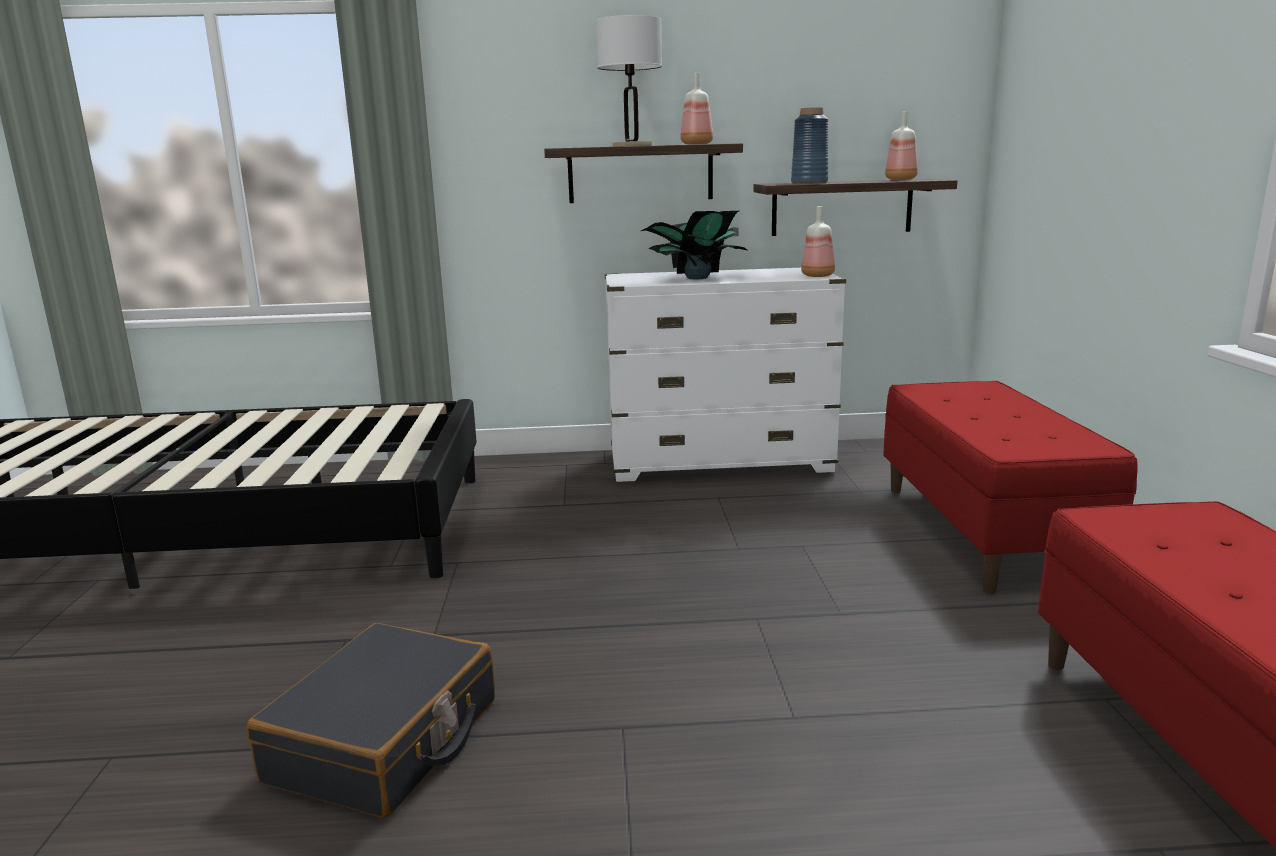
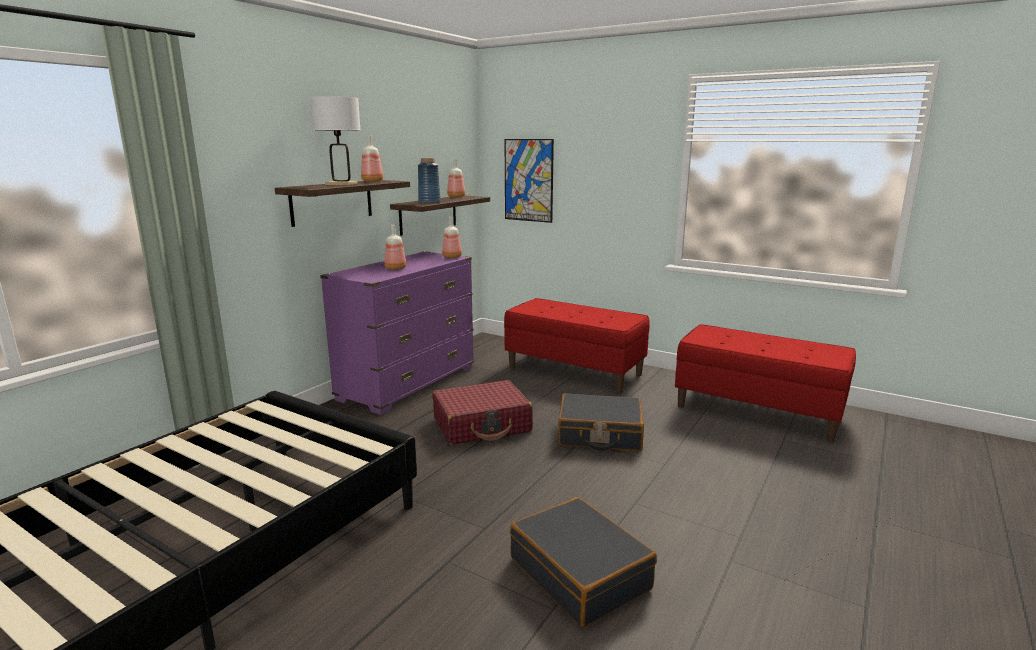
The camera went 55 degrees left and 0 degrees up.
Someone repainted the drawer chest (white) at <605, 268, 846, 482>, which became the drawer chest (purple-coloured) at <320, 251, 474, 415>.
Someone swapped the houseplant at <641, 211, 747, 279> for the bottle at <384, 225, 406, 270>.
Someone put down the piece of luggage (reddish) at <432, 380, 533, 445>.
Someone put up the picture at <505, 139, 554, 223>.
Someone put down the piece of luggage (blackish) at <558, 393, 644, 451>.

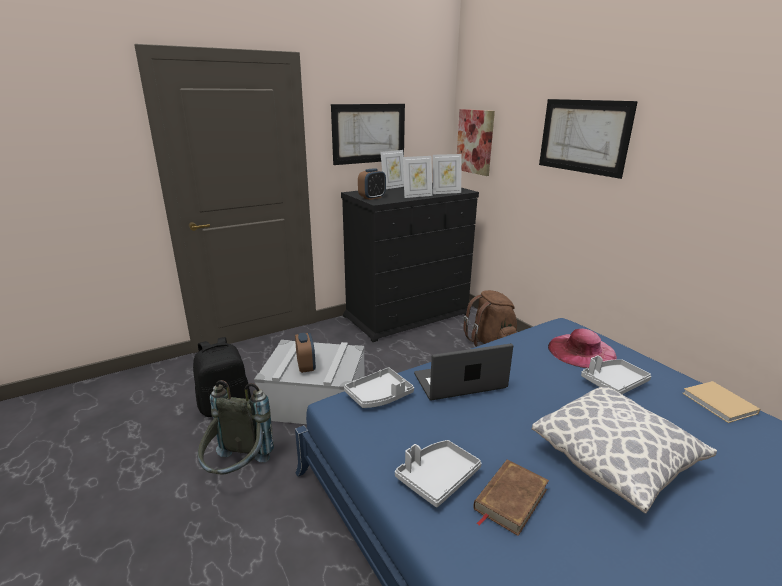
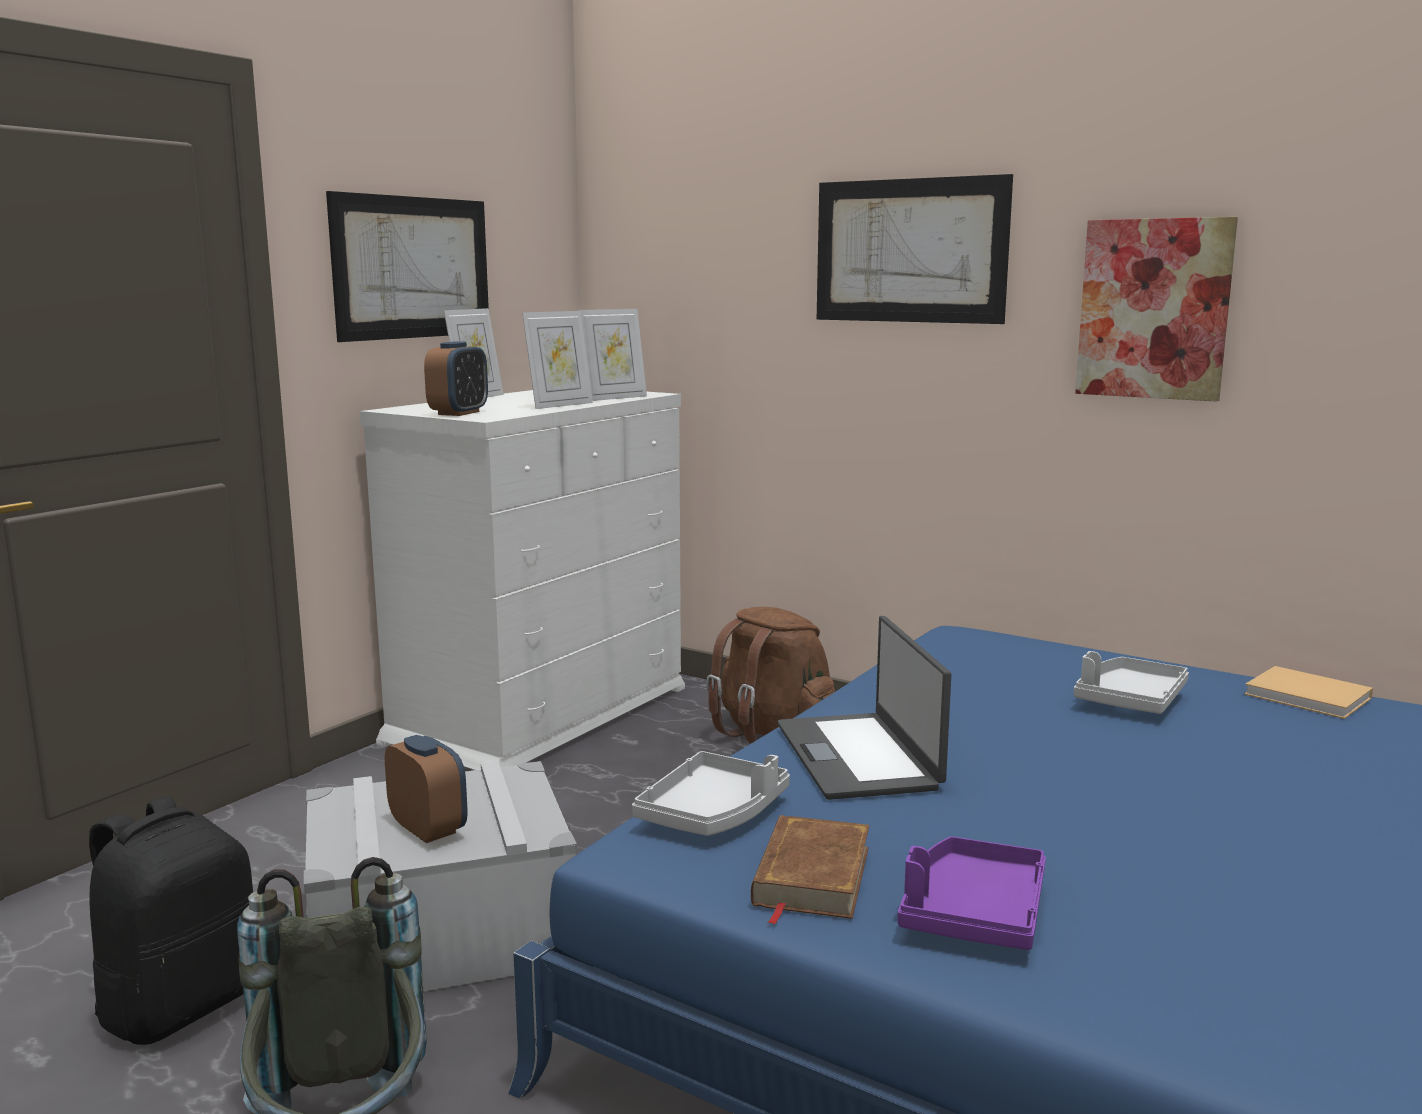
The camera went 25 degrees left and 10 degrees down.
Someone repainted the drawer chest (blackish) at <341, 183, 479, 342>, which became the drawer chest (white) at <360, 390, 685, 770>.
Someone repainted the tray (gray) at <395, 440, 482, 507>, which became the tray (purple-coloured) at <898, 836, 1046, 950>.
Someone rotated the notebook computer at <414, 344, 513, 401> by 60 degrees counterclockwise.
Someone carried the picture from <457, 109, 495, 176> to <1075, 217, 1238, 402>.
Someone carried the bound book (brown) from <473, 459, 549, 536> to <751, 815, 870, 925>.
Someone took away the cushion at <532, 387, 717, 513>.
Someone took away the hat (pink) at <548, 329, 617, 368>.

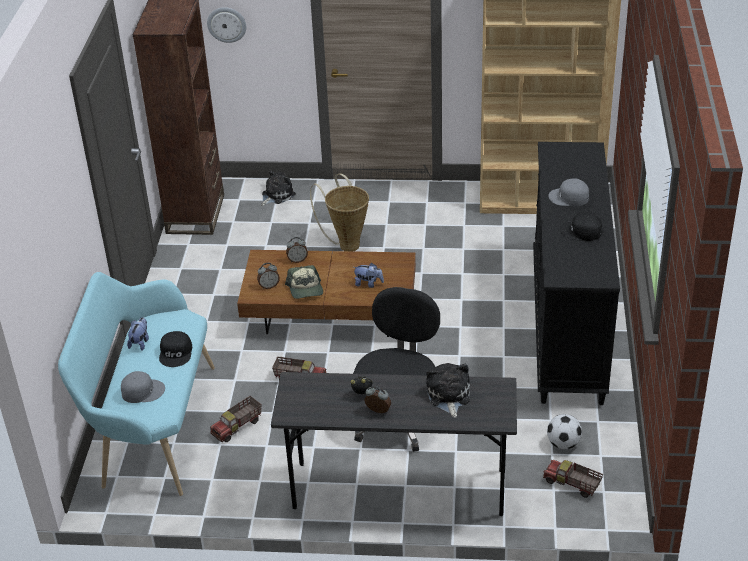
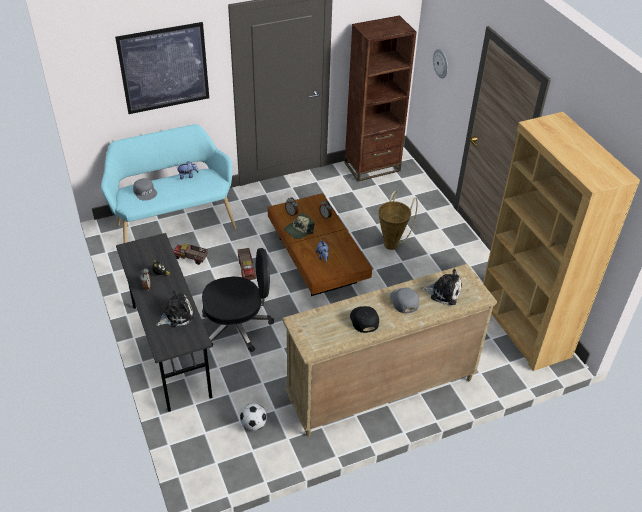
The camera went 60 degrees right and 5 degrees up.
Someone took away the peaked cap (blackish) at <159, 331, 192, 367>.
Someone carried the plush toy from <261, 170, 296, 206> to <421, 269, 462, 305>.
Someone repainted the drawer chest (blackish) at <533, 142, 620, 405>, which became the drawer chest (beige-coloured) at <282, 264, 497, 437>.
Someone took away the model truck at <543, 460, 603, 498>.
Someone put up the picture at <115, 22, 209, 114>.

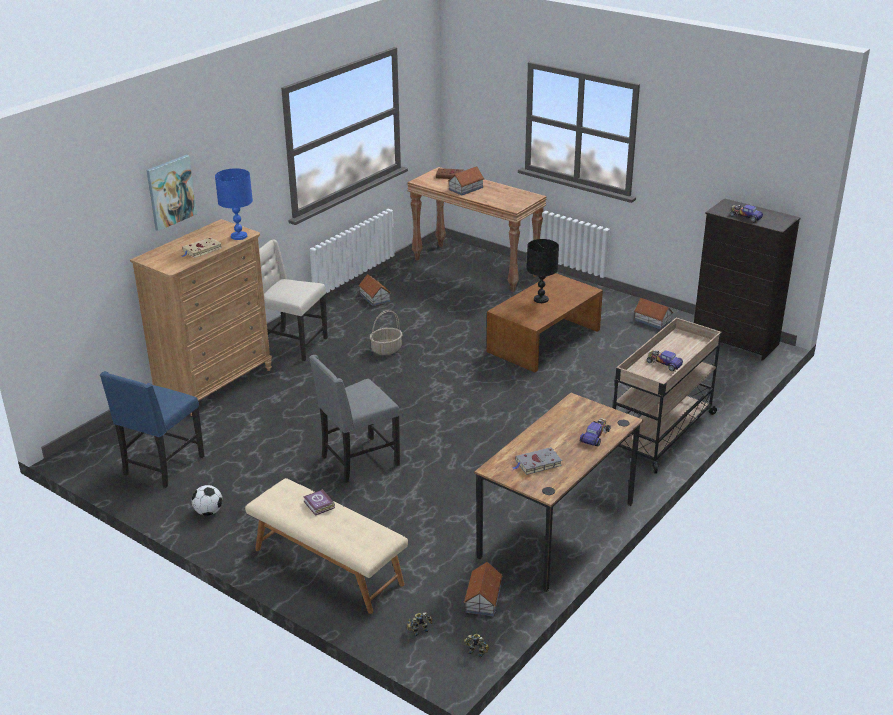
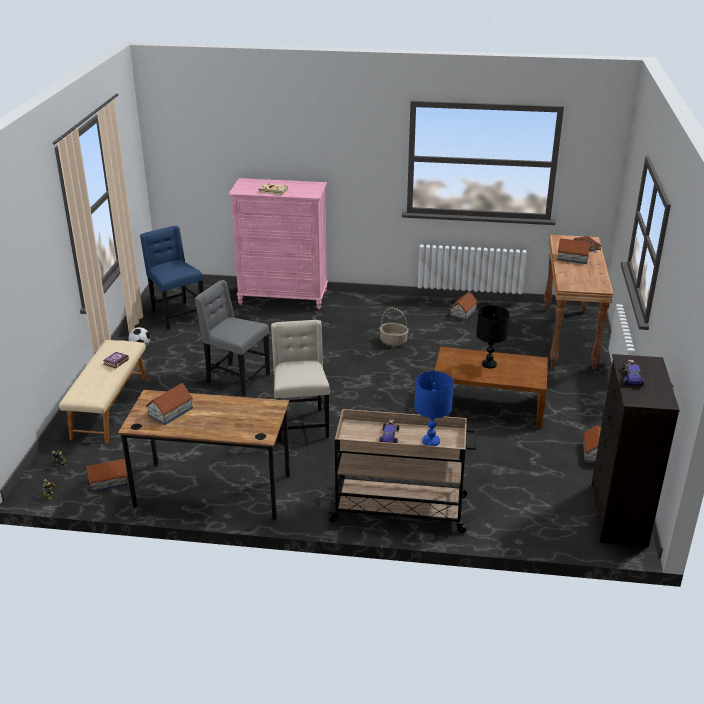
The camera went 60 degrees right and 0 degrees up.
Someone rotated the plain chair (bluish) at <100, 371, 204, 488> by 60 degrees clockwise.
Someone repainted the drawer chest (brown) at <130, 219, 272, 416>, which became the drawer chest (pink) at <229, 178, 328, 310>.
Someone took away the picture at <146, 155, 197, 231>.
Someone carried the tabletop lamp (bluish) from <215, 168, 253, 240> to <414, 371, 454, 446>.
Someone carried the plain chair (beige-coloured) from <259, 239, 328, 361> to <271, 320, 330, 442>.
Someone swapped the bound book (gray) at <513, 447, 562, 475> for the miniature house at <145, 383, 193, 425>.
Someone took away the toy car at <580, 418, 611, 447>.

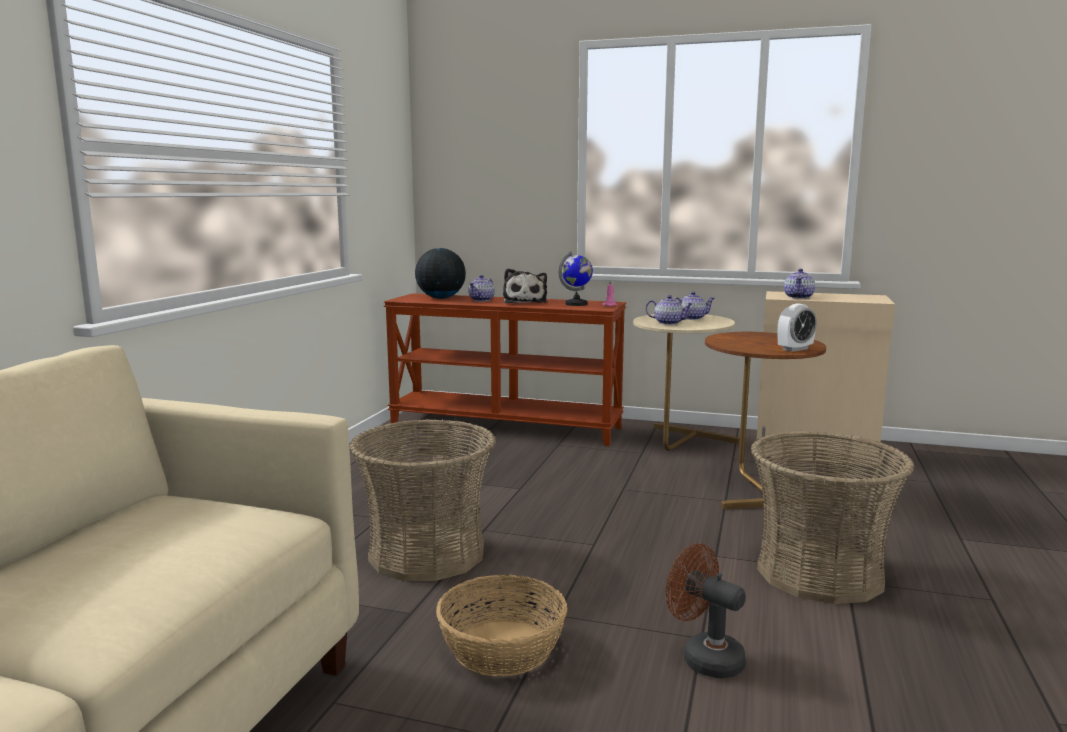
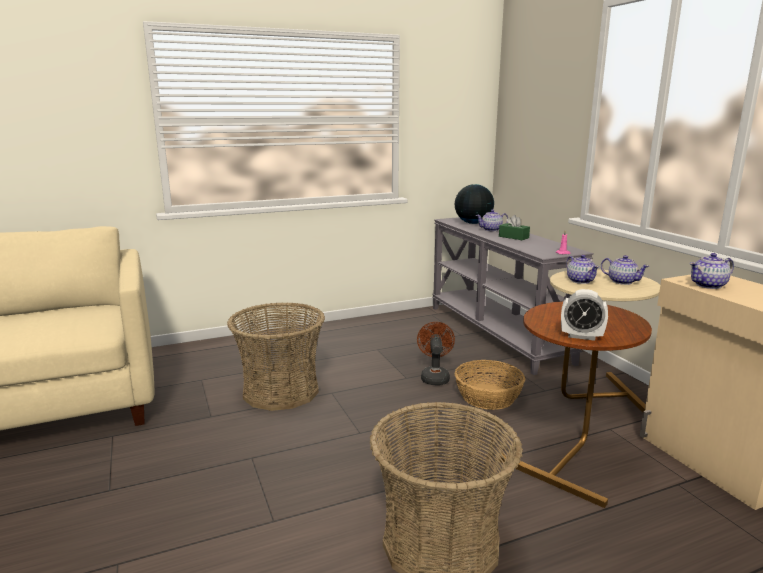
The camera went 50 degrees right and 5 degrees up.
Someone repainted the narrow table (brown) at <384, 293, 626, 446>, which became the narrow table (gray) at <432, 217, 594, 375>.
Someone carried the basket from <436, 575, 567, 677> to <455, 360, 525, 410>.
Someone swapped the plush toy at <503, 268, 547, 303> for the tissue holder (greenish) at <499, 215, 530, 240>.
Someone took away the globe at <558, 251, 593, 306>.
Someone carried the electric fan (brown) from <666, 543, 746, 678> to <417, 322, 455, 385>.

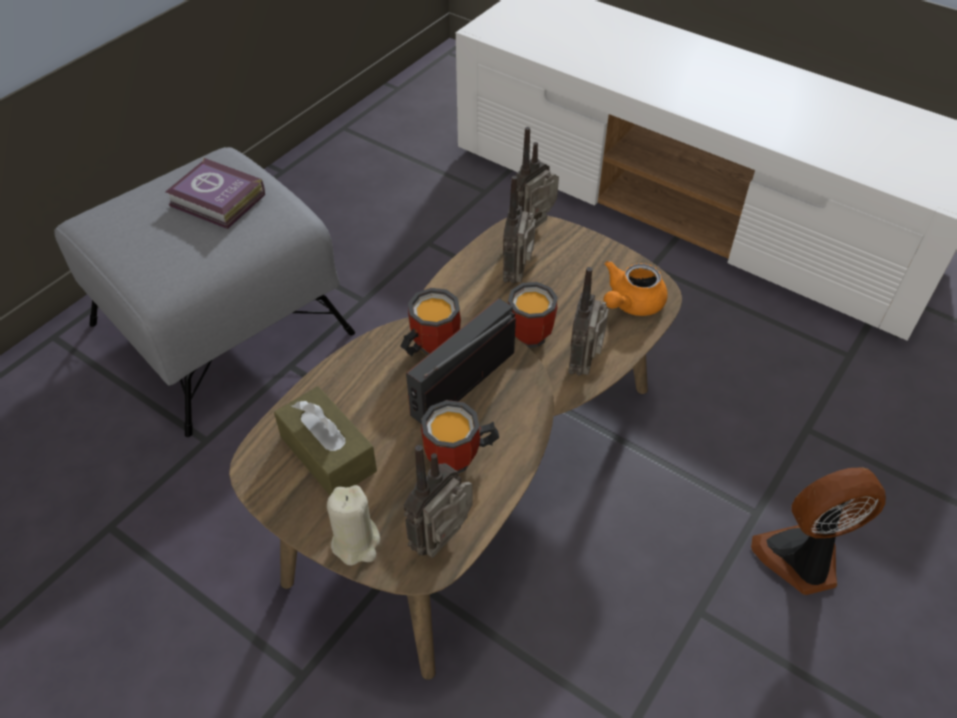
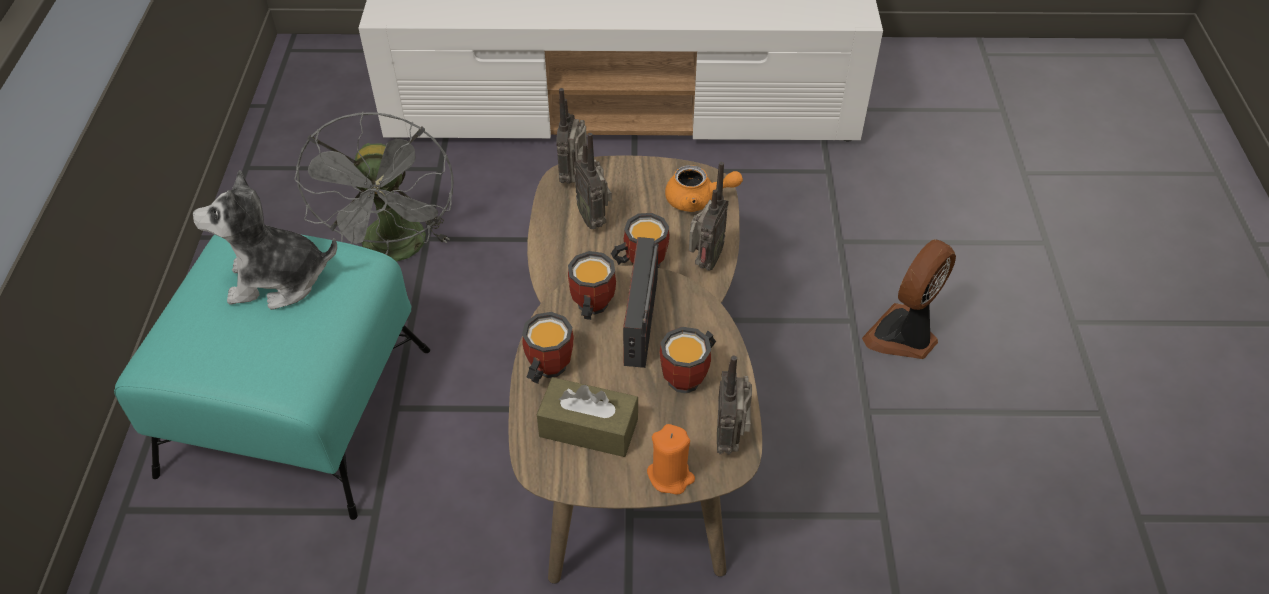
The camera went 35 degrees left and 0 degrees up.
Someone repainted the ottoman (gray) at <54, 147, 355, 437>, which became the ottoman (blue-green) at <114, 234, 430, 520>.
Someone swapped the bound book at <165, 158, 265, 229> for the plush toy at <193, 170, 337, 310>.
Someone repainted the wax light (beige-coloured) at <327, 485, 380, 565>, which became the wax light (orangey) at <647, 424, 695, 494>.
Someone rotated the radio at <568, 267, 609, 376> by 135 degrees counterclockwise.
Someone rotated the tea pot (orangey) at <603, 261, 668, 316> by 90 degrees counterclockwise.
Someone put down the electric fan (gray) at <294, 112, 454, 262>.
Someone put down the tea mug at <522, 312, 574, 384>.

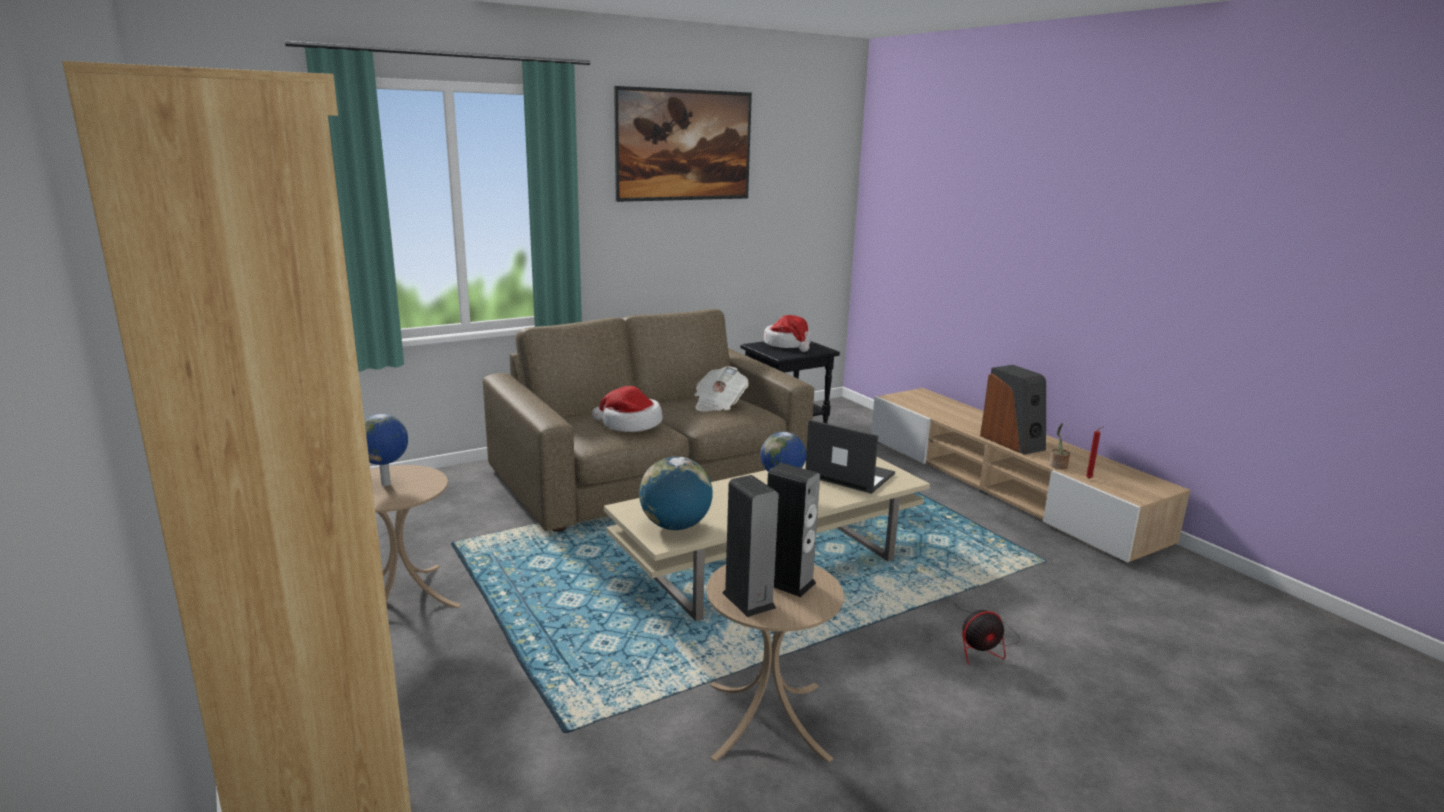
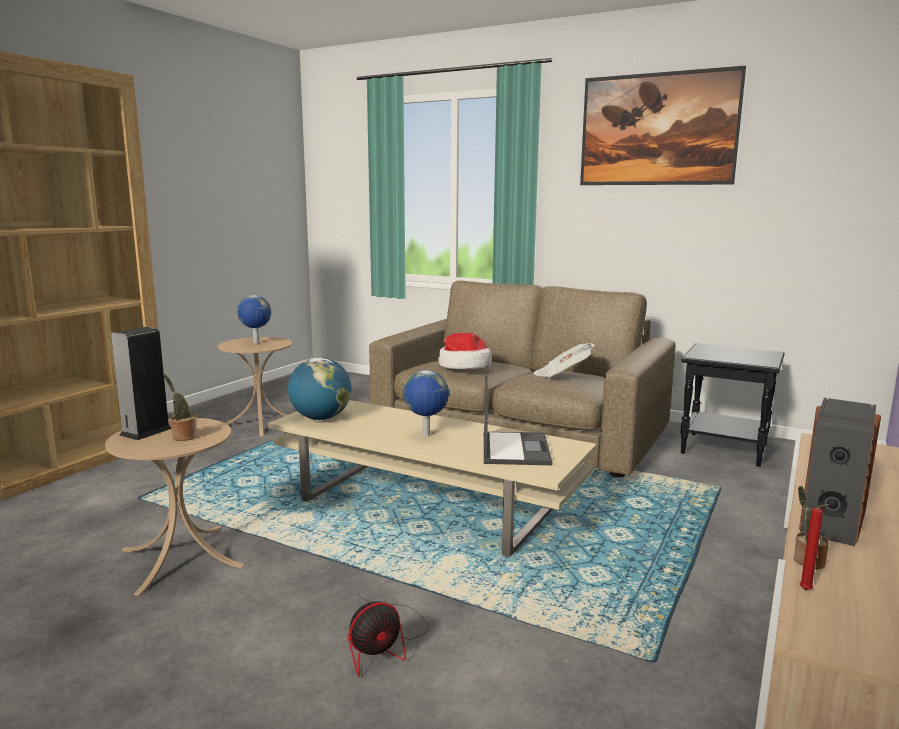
The camera went 60 degrees right and 5 degrees down.
Someone took away the hat at <764, 315, 811, 352>.
Someone swapped the audio speaker at <767, 463, 820, 597> for the houseplant at <163, 374, 197, 441>.
Someone rotated the electric fan at <952, 601, 1020, 665> by 75 degrees counterclockwise.

